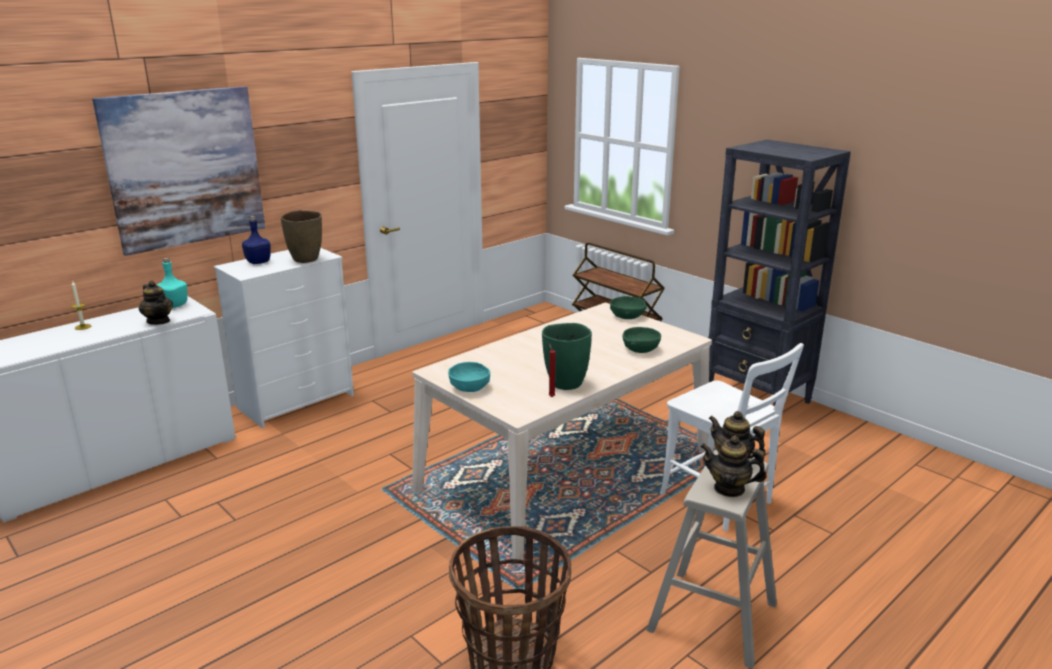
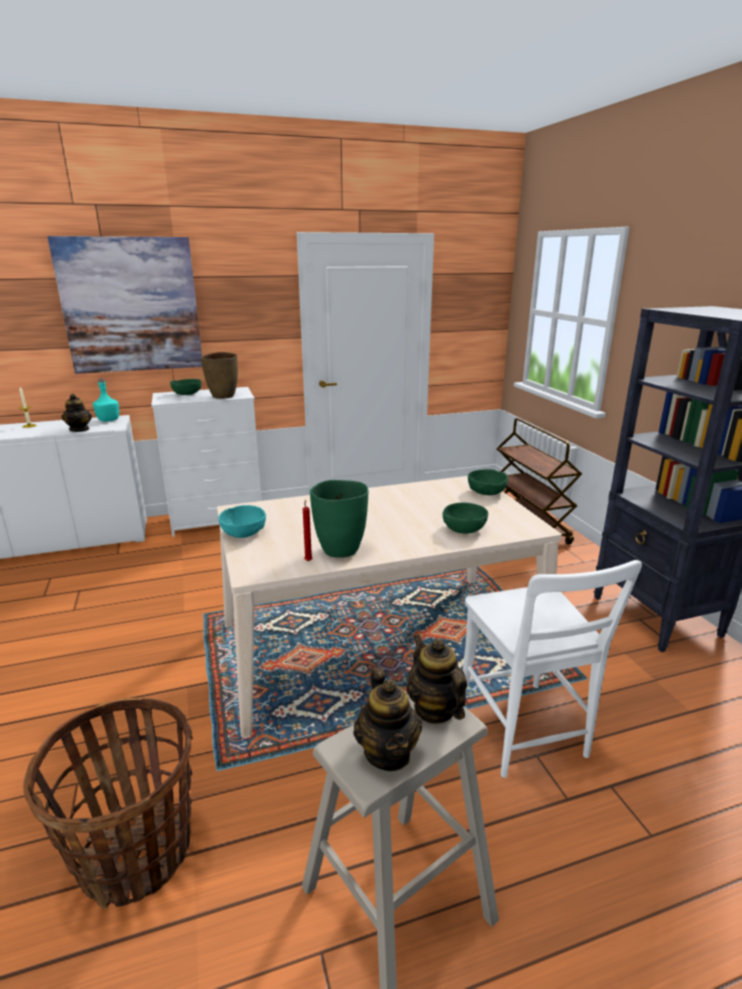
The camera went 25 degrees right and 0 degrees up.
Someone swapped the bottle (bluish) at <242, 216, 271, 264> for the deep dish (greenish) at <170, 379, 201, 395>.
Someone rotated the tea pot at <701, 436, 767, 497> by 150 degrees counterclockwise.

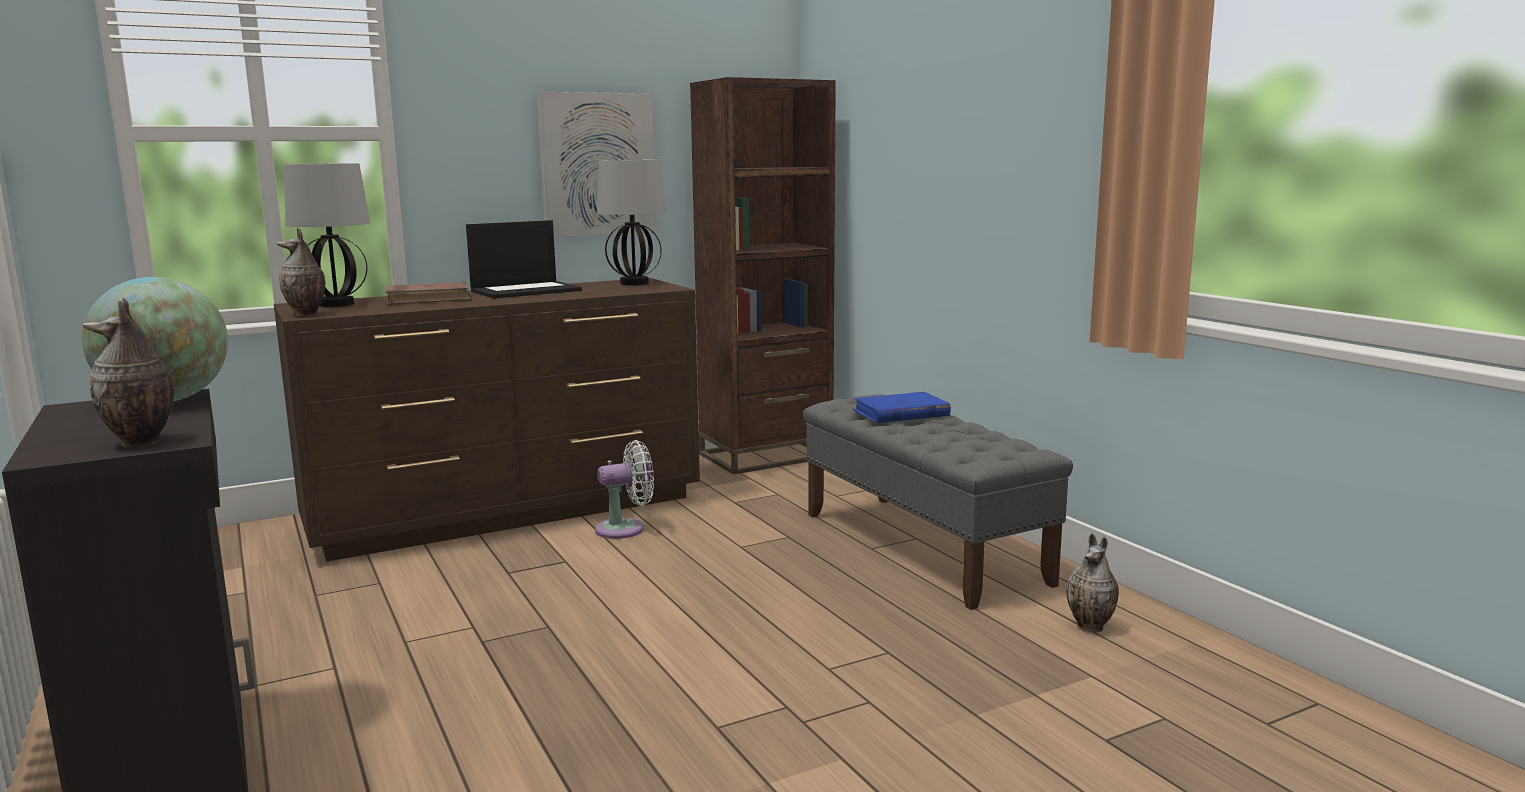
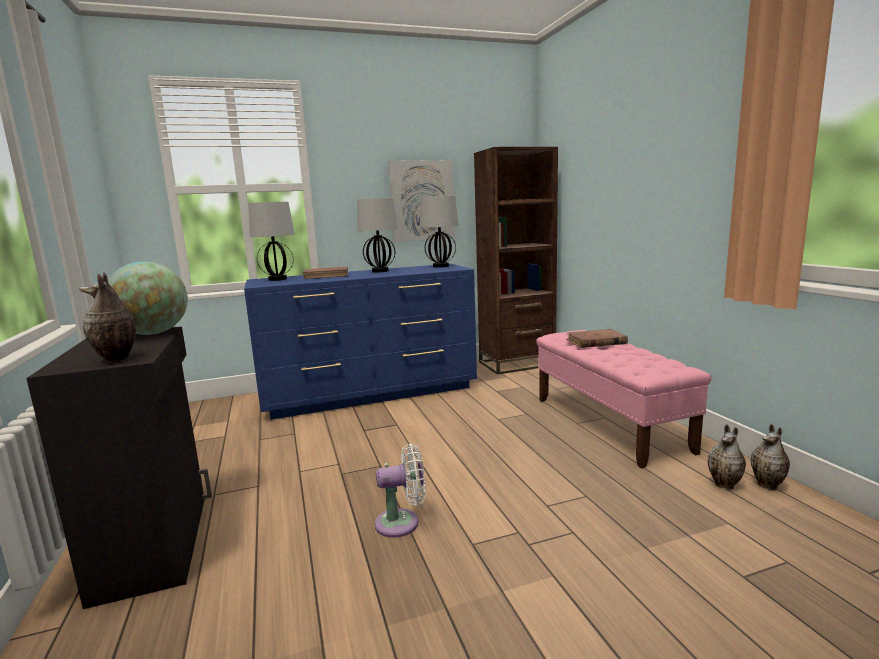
The camera went 10 degrees right and 0 degrees up.
Someone repainted the drawer chest (brown) at <274, 278, 700, 561>, which became the drawer chest (bluish) at <244, 264, 477, 420>.
Someone carried the vase from <277, 227, 325, 316> to <751, 424, 790, 490>.
Someone swapped the notebook computer at <466, 220, 582, 299> for the tabletop lamp at <357, 198, 398, 272>.
Someone carried the electric fan (white) from <595, 440, 654, 539> to <374, 444, 426, 538>.
Someone repainted the bench (gray) at <803, 394, 1073, 610>, which became the bench (pink) at <536, 330, 711, 468>.
Someone repainted the bound book (bluish) at <852, 392, 951, 423>, which became the bound book (brown) at <566, 329, 628, 348>.

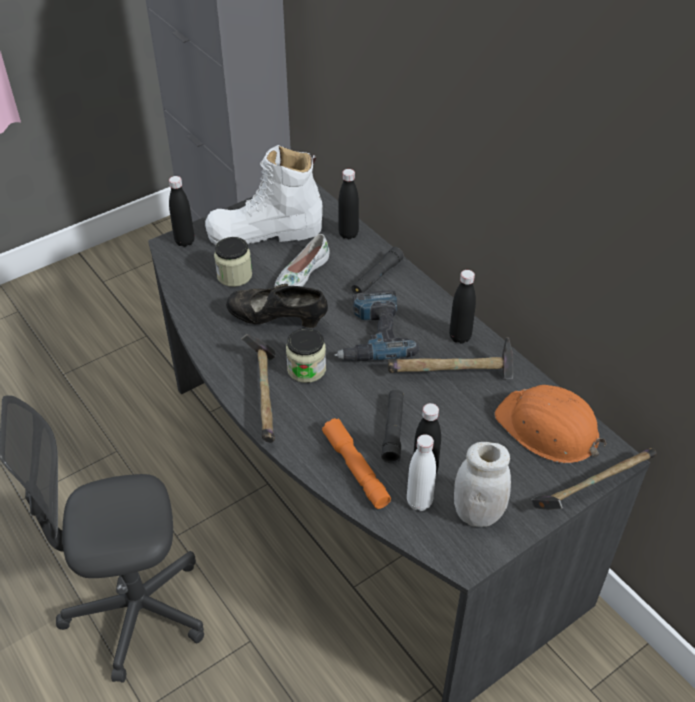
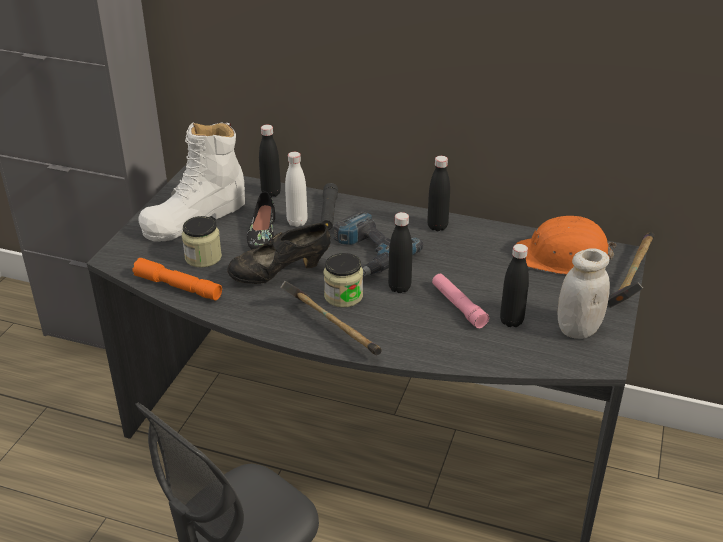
The camera went 35 degrees left and 10 degrees down.
Someone carried the bottle (blackish) from <169, 176, 194, 247> to <388, 212, 413, 293>.
Someone repainted the shoe (white) at <275, 234, 330, 287>, which became the shoe (blackish) at <247, 192, 275, 249>.
Someone carried the flashlight (orangey) from <322, 418, 391, 509> to <133, 258, 222, 300>.
Someone repainted the flashlight (blackish) at <381, 389, 404, 463>, which became the flashlight (pink) at <432, 274, 489, 329>.
Someone took away the hand hammer at <388, 337, 513, 379>.
Someone carried the bottle (white) from <407, 434, 436, 511> to <285, 152, 308, 227>.

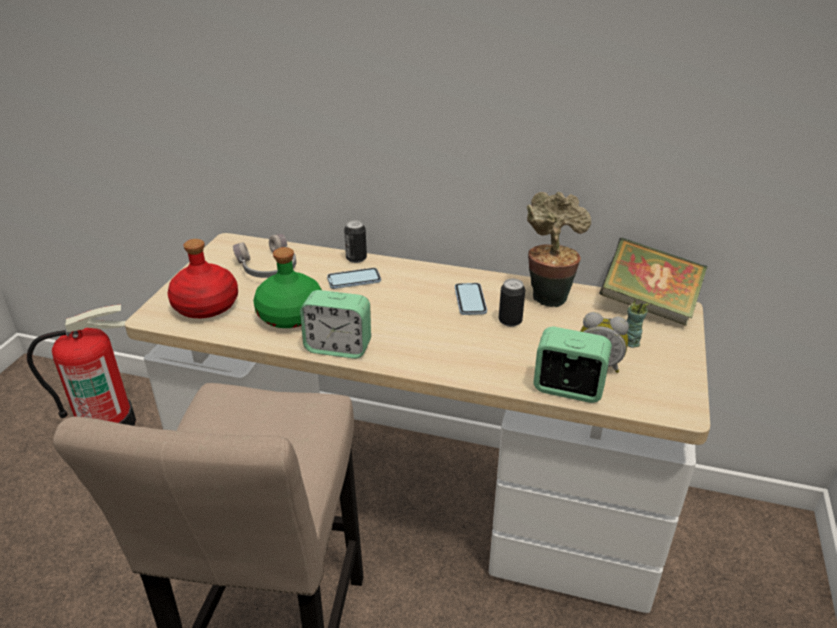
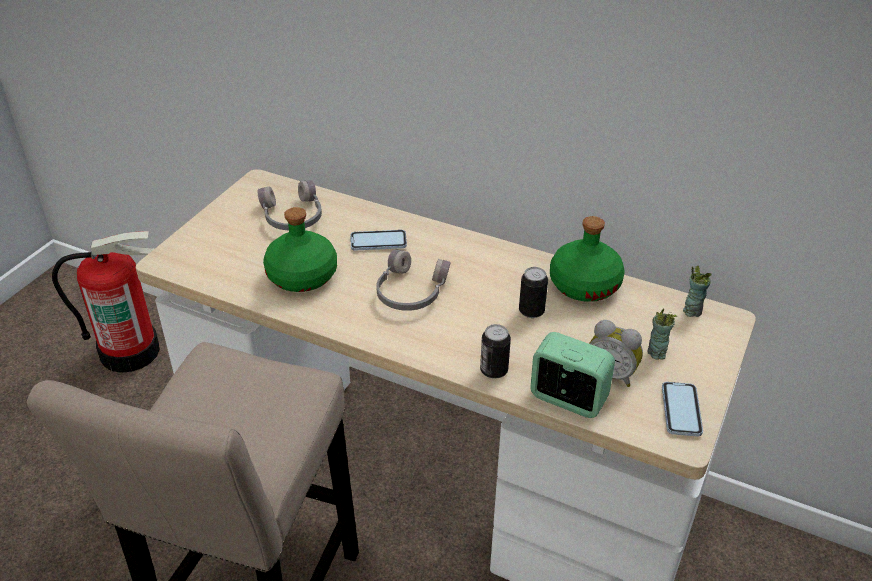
The camera went 10 degrees right and 5 degrees up.
Someone took away the bottle (reddish) at <167, 239, 238, 318>.
Someone took away the table clock at <300, 290, 371, 359>.
Someone carried the metal can from <344, 220, 367, 263> to <480, 324, 511, 379>.
Someone carried the telephone from <455, 283, 487, 315> to <662, 382, 703, 436>.
Someone swapped the houseplant at <527, 192, 591, 307> for the bottle (greenish) at <550, 216, 625, 302>.
Someone swapped the bound book at <599, 237, 708, 326> for the small cup at <683, 266, 712, 317>.
Someone put down the headphones (gray) at <376, 250, 451, 311>.

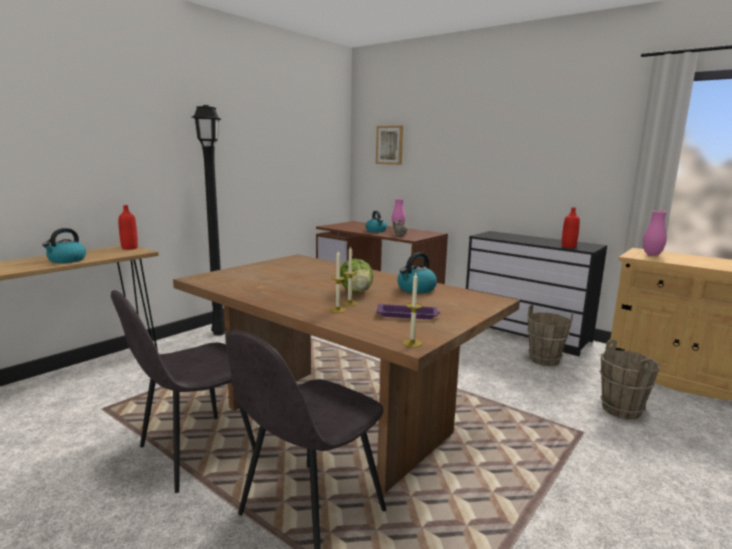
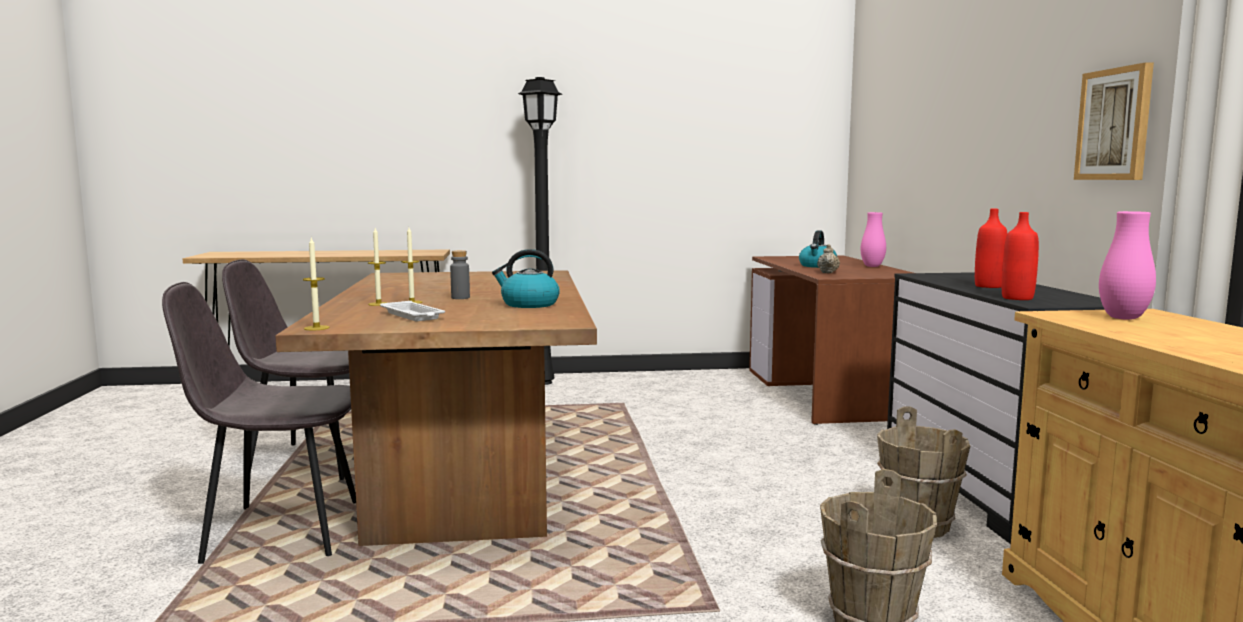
The camera went 45 degrees right and 5 degrees down.
Someone took away the water kettle at <42, 228, 86, 263>.
Someone carried the bottle (reddish) from <118, 205, 138, 250> to <975, 209, 1007, 288>.
Someone swapped the head of lettuce at <340, 259, 373, 293> for the bottle (gray) at <450, 250, 470, 299>.
Someone carried the picture from <376, 126, 403, 165> to <1074, 62, 1154, 180>.
Someone repainted the tray (purple-coloured) at <376, 303, 440, 319>, which became the tray (white) at <380, 301, 445, 321>.

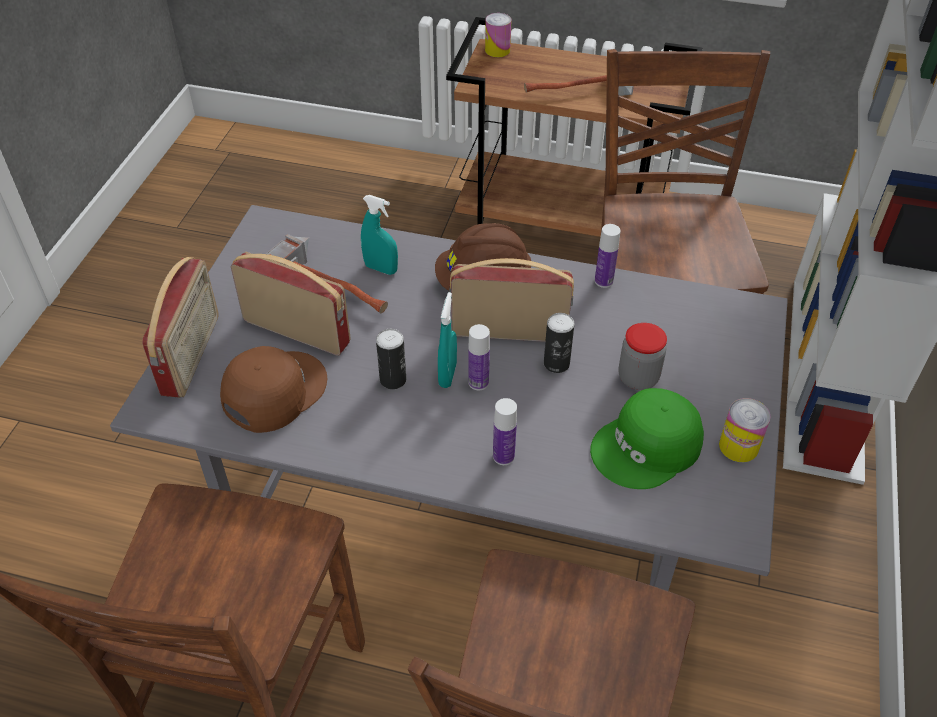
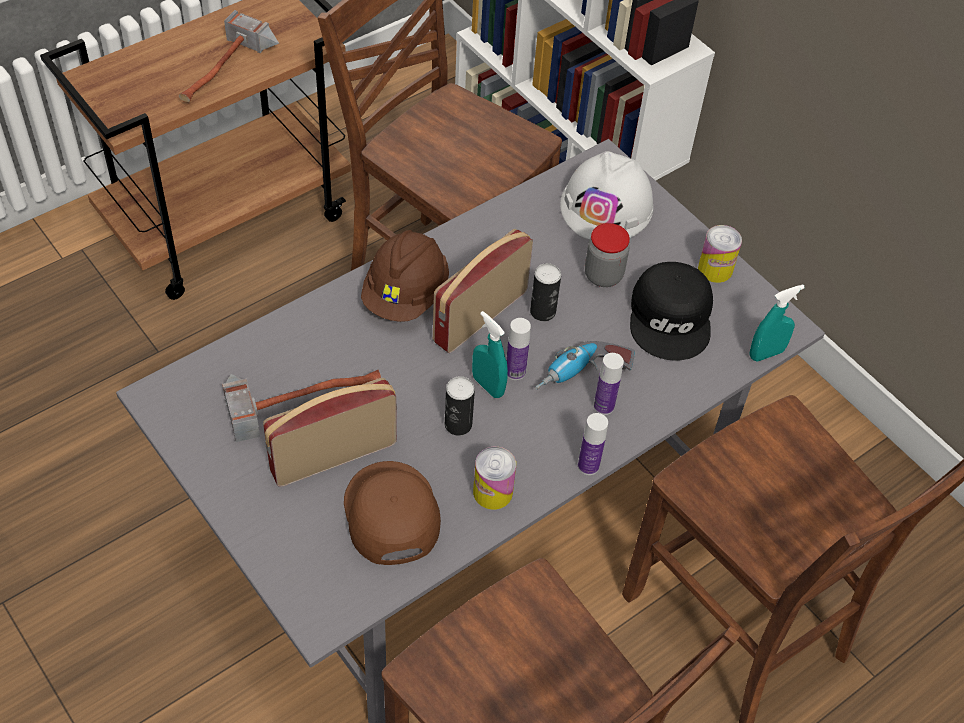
The camera went 55 degrees left and 5 degrees up.
Someone took away the radio at <142, 257, 219, 398>.
Someone carried the spray bottle (blue-green) from <361, 195, 398, 275> to <750, 284, 805, 361>.
Someone carried the metal can from <485, 13, 512, 57> to <473, 447, 516, 510>.
Someone repainted the peaked cap (greenish) at <590, 388, 704, 489>, which became the peaked cap (blackish) at <630, 262, 713, 361>.
Someone carried the bottle from <595, 224, 621, 288> to <578, 413, 608, 475>.
Someone put down the electric drill at <535, 341, 635, 390>.
Someone put down the safety helmet (white) at <560, 151, 653, 240>.

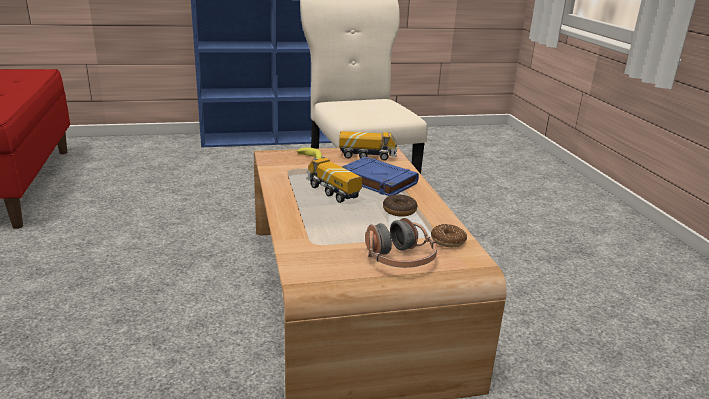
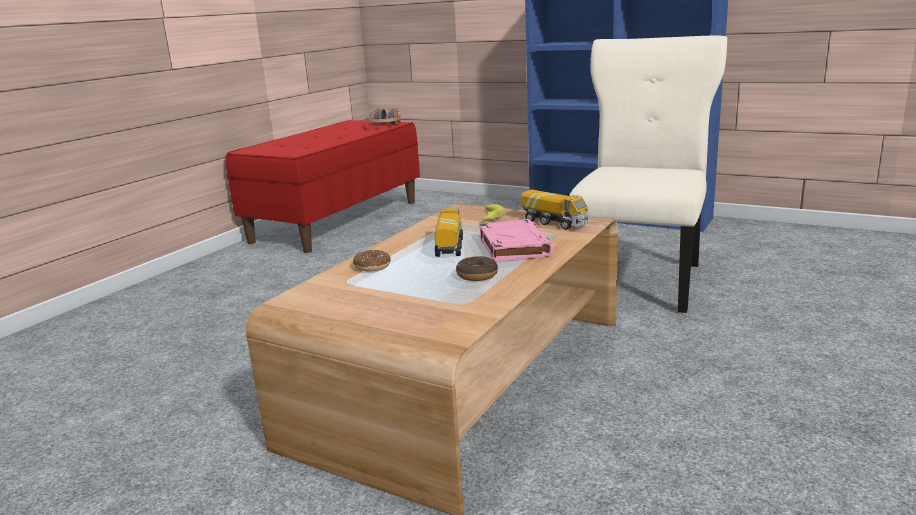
The camera went 45 degrees right and 5 degrees down.
Someone repainted the bound book (bluish) at <342, 157, 419, 196>, which became the bound book (pink) at <479, 219, 554, 262>.
Someone carried the headphones from <365, 218, 437, 268> to <366, 108, 401, 125>.
Someone carried the donut from <431, 224, 467, 247> to <353, 250, 391, 271>.

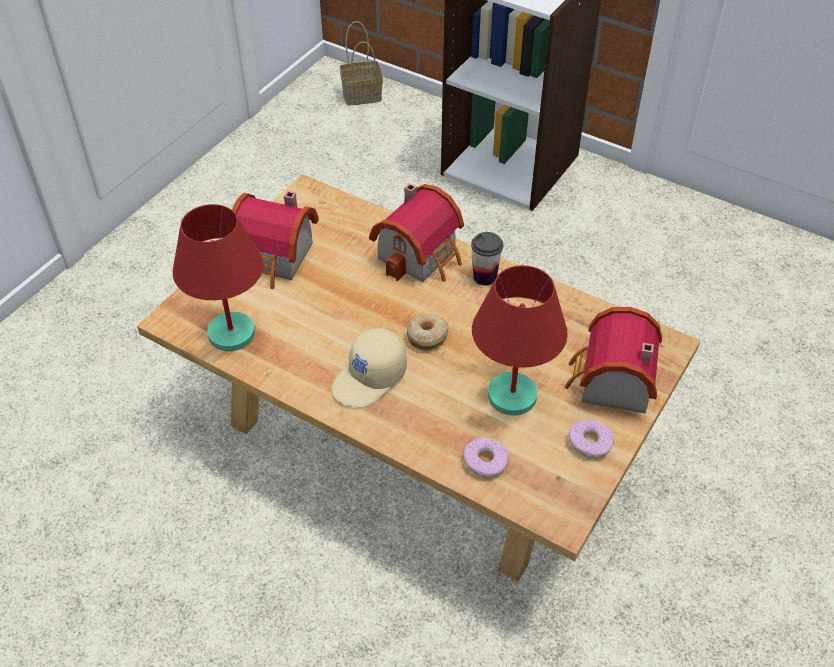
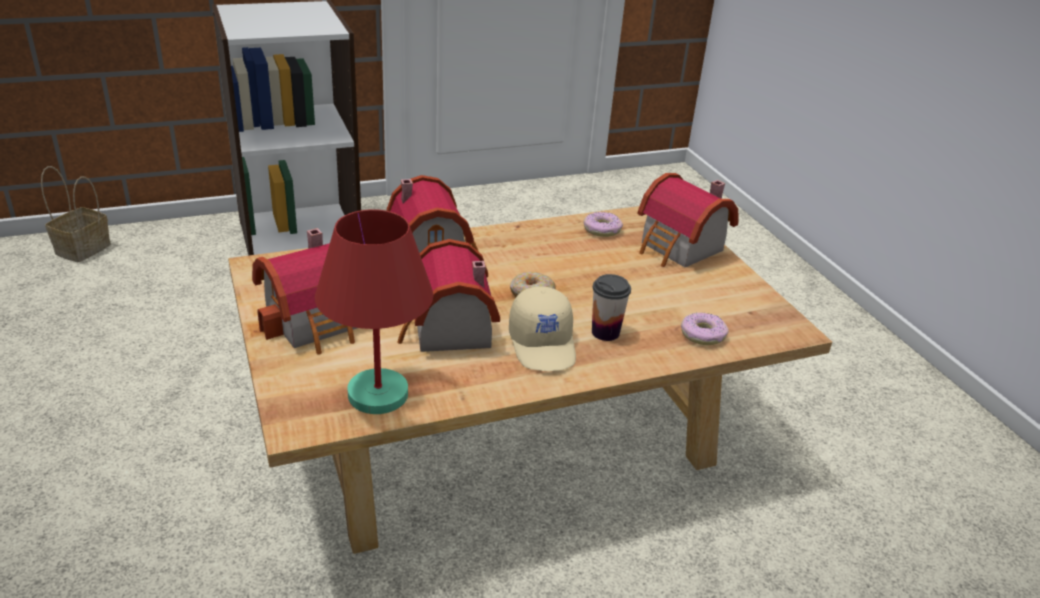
The camera went 55 degrees left and 15 degrees down.
Someone carried the small cup from <471, 232, 503, 286> to <592, 274, 631, 341>.
Someone took away the tabletop lamp (reddish) at <472, 265, 568, 416>.
Someone carried the donut from <568, 419, 614, 459> to <583, 212, 623, 237>.
Someone put down the miniature house at <397, 239, 500, 352>.

